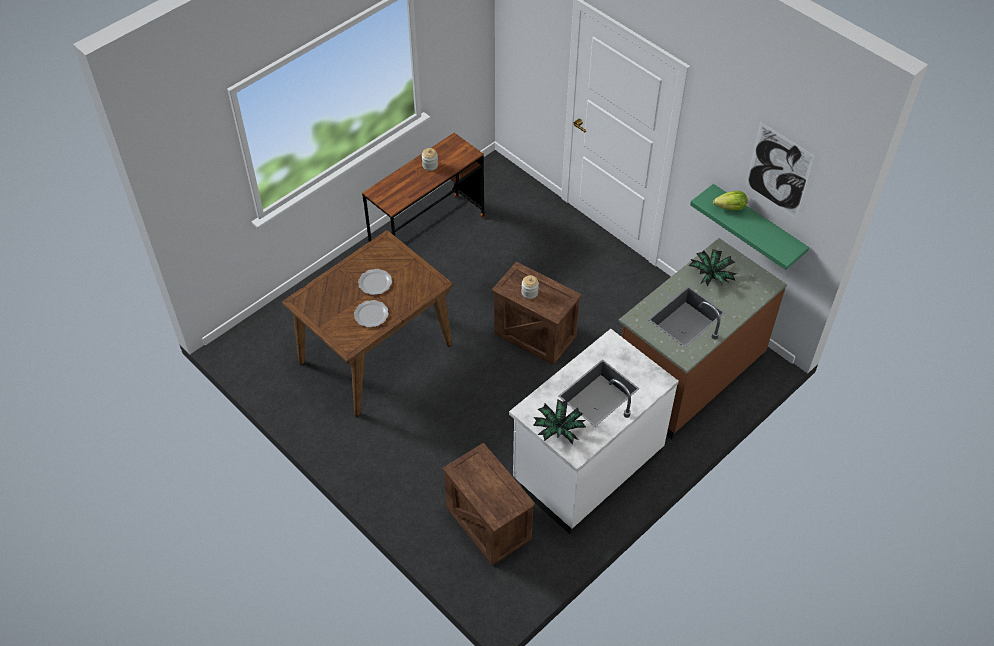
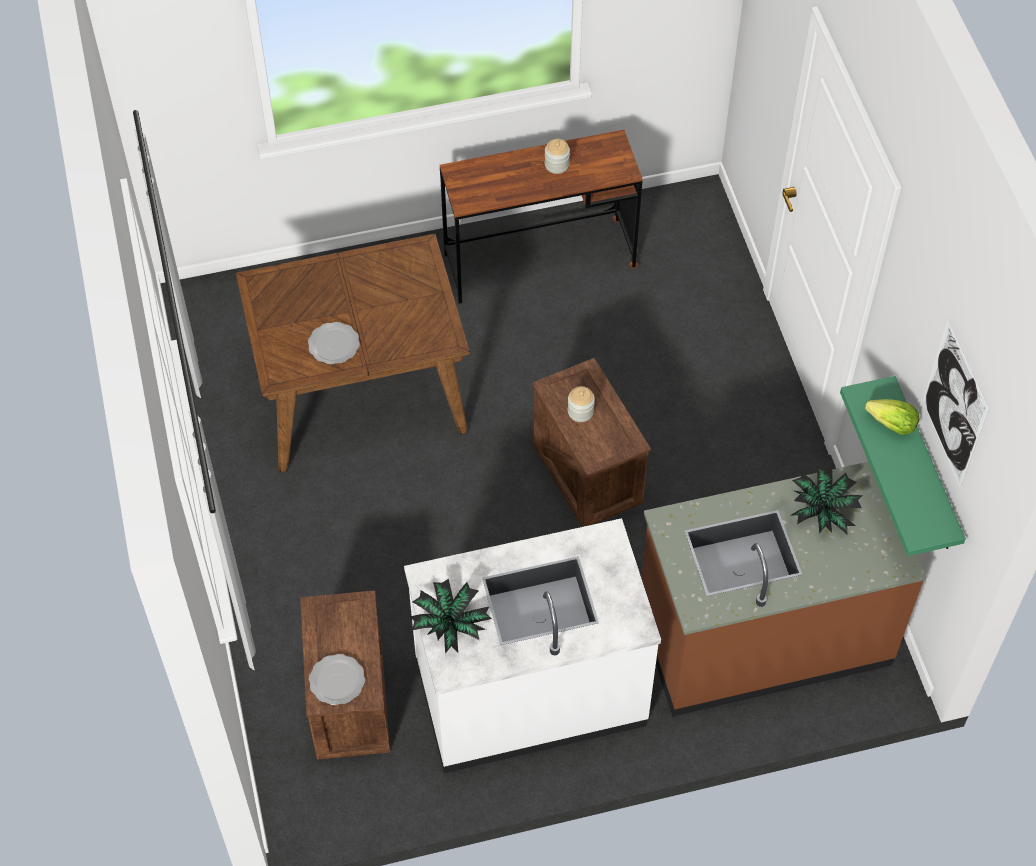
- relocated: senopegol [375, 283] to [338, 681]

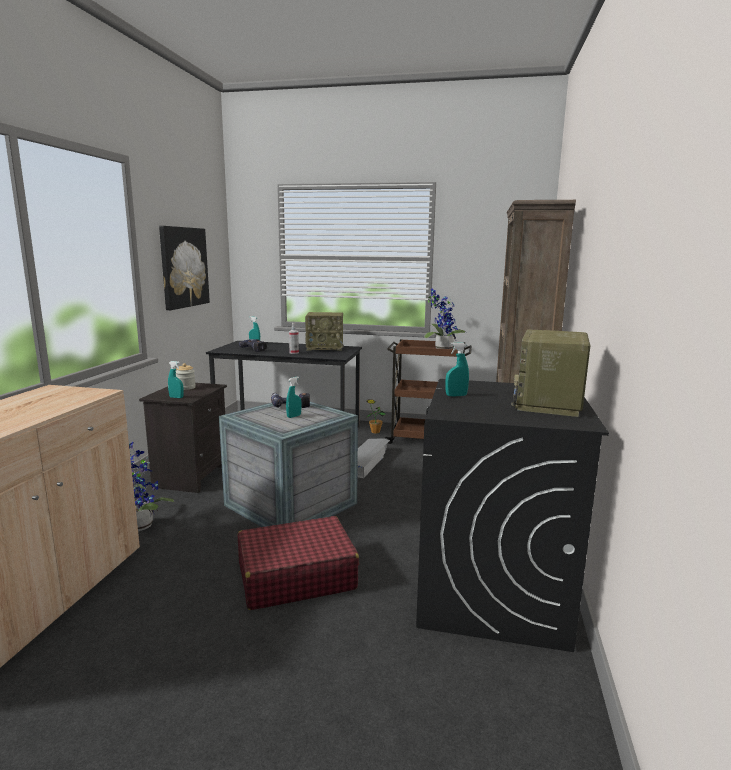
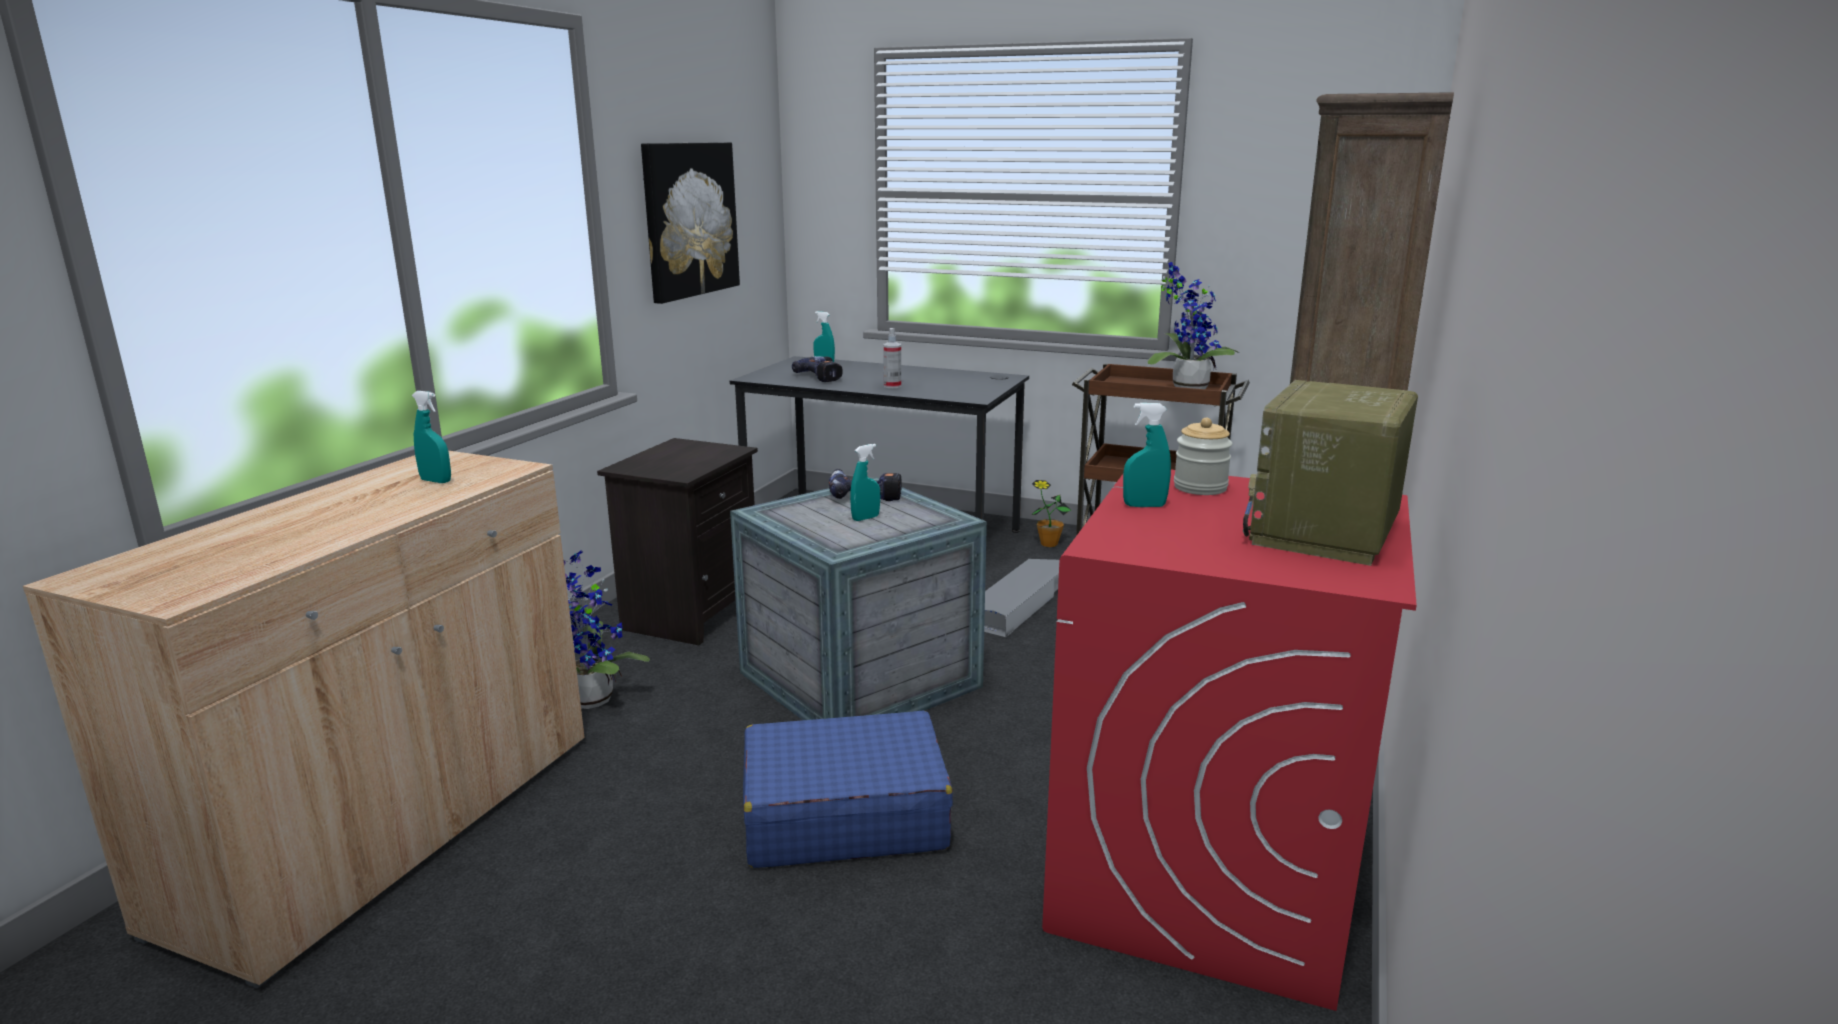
- relocated: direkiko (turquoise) [176, 397] to [436, 481]
- colour: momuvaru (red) [295, 576] to momuvaru (blue) [843, 815]
- colour: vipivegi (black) [492, 591] to vipivegi (red) [1204, 878]
- relocated: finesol [186, 387] to [1200, 487]
- missing: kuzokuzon [325, 347]

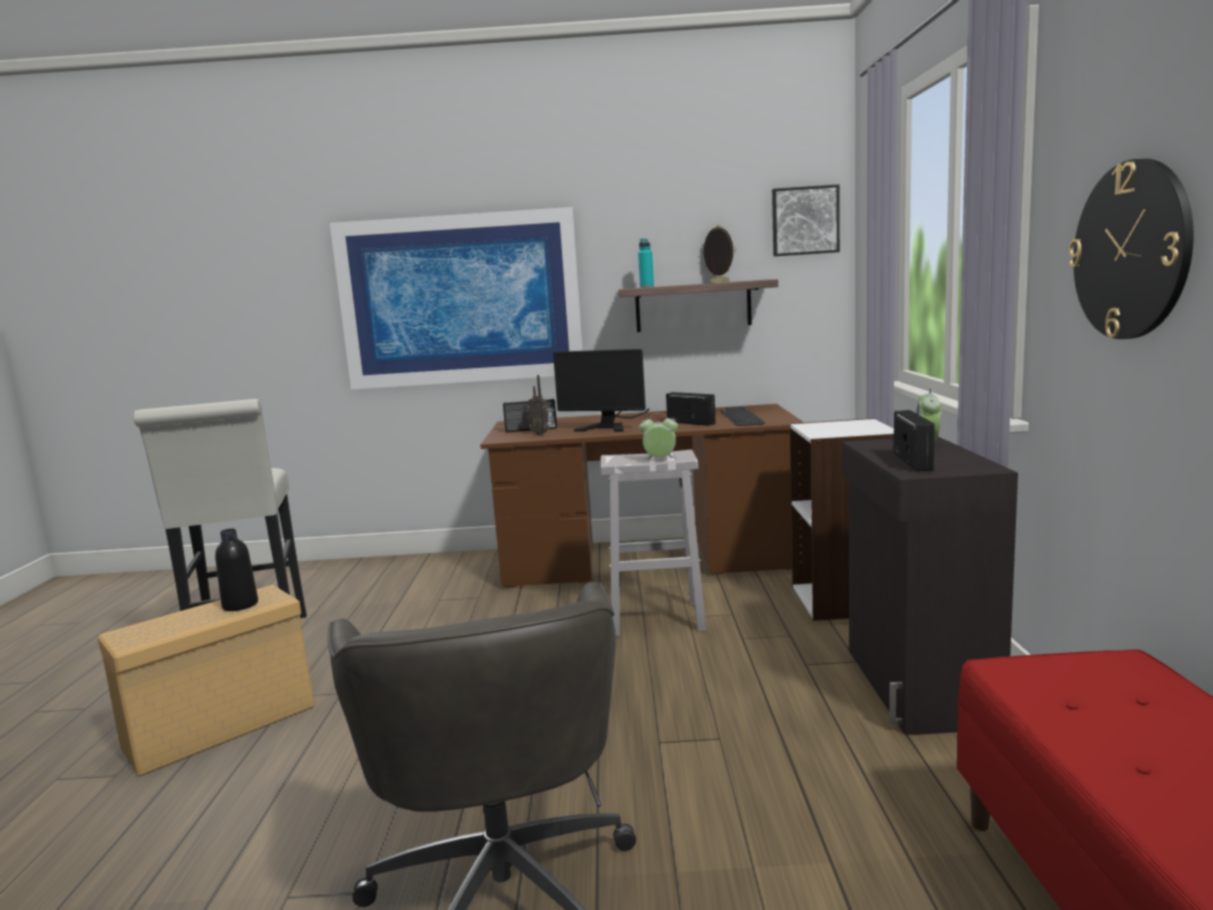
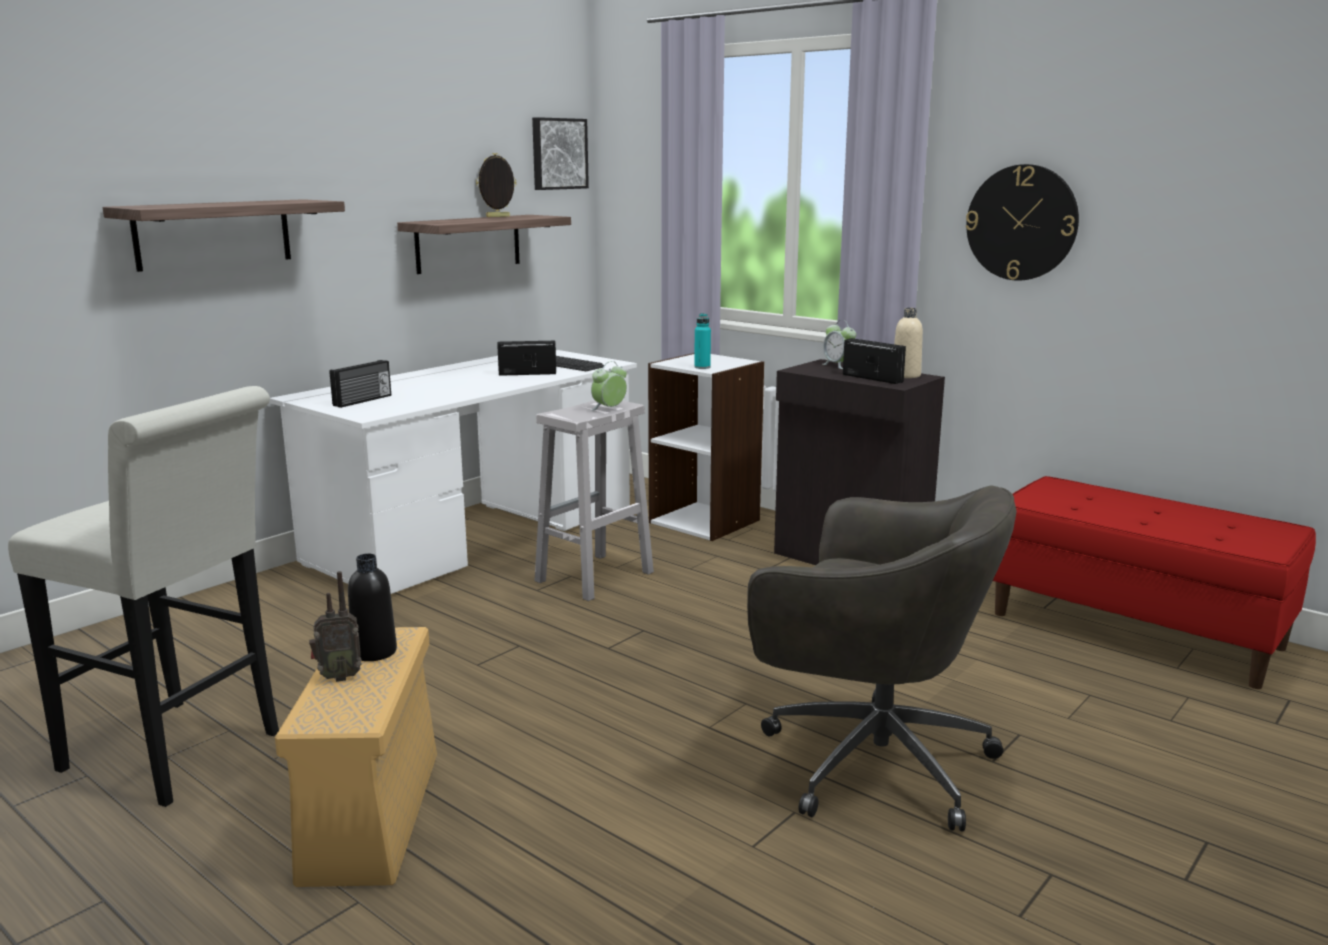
- exchanged: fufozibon [460, 300] to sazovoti [213, 234]
- colour: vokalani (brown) [647, 559] to vokalani (white) [474, 535]
- relocated: kuzokuzon [540, 433] to [338, 677]
- relocated: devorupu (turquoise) [647, 287] to [702, 367]
- appeared: devorupu (beige) [906, 375]
- missing: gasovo [610, 425]

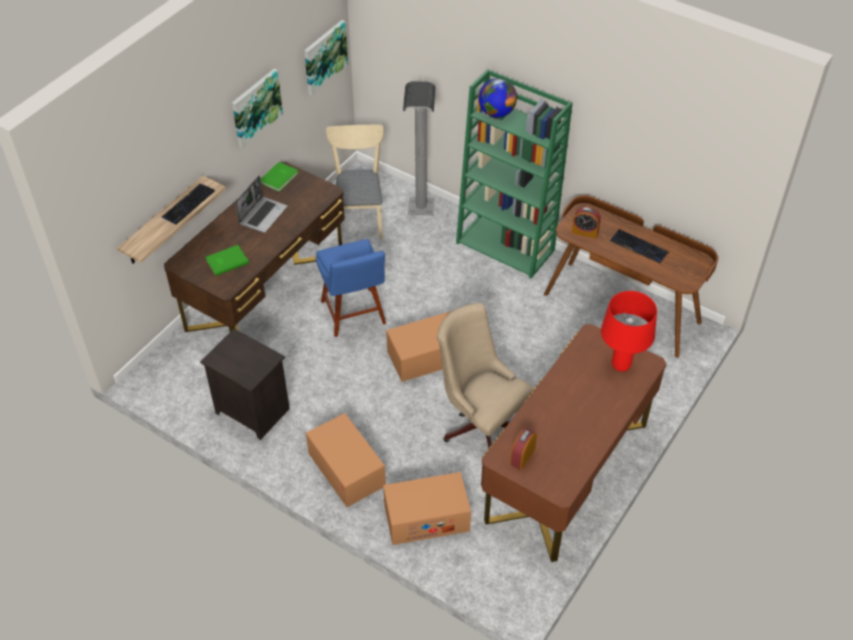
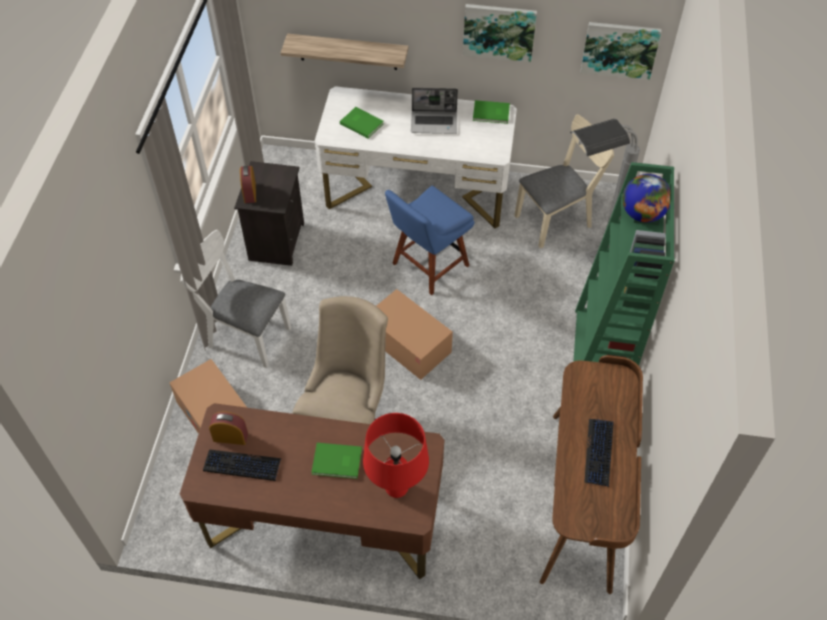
- exchanged: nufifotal [346, 469] to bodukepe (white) [244, 334]
- relocated: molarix [188, 204] to [242, 465]
- relocated: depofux [585, 232] to [250, 192]
- appeared: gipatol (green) [337, 462]
- colour: vokalani (brown) [266, 292] to vokalani (white) [416, 192]

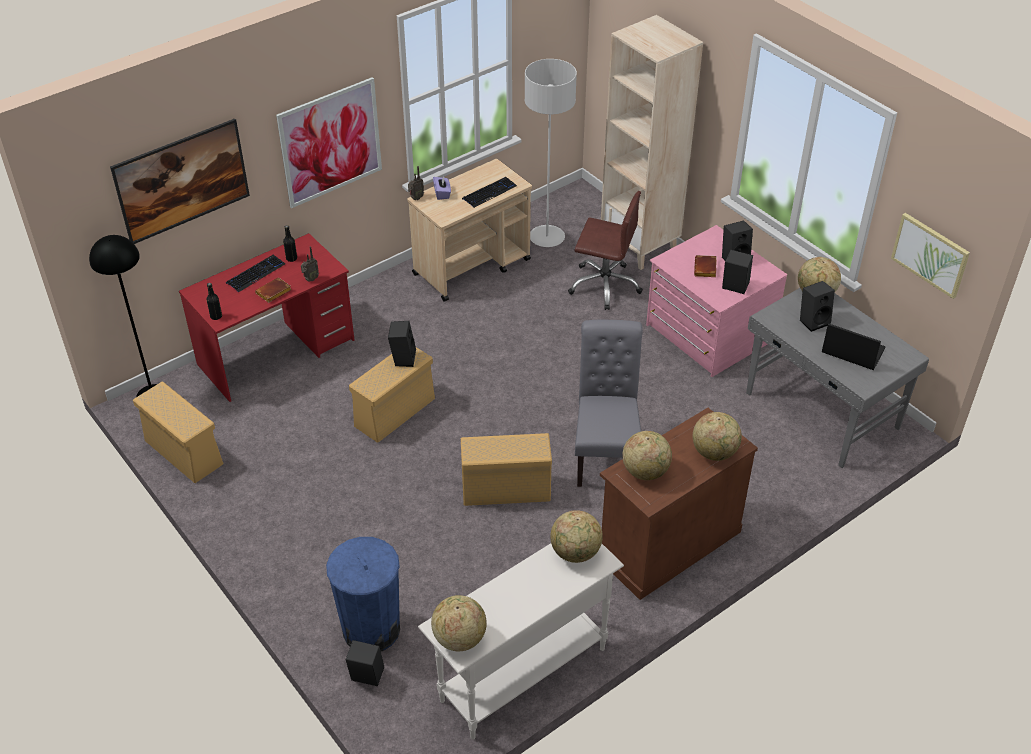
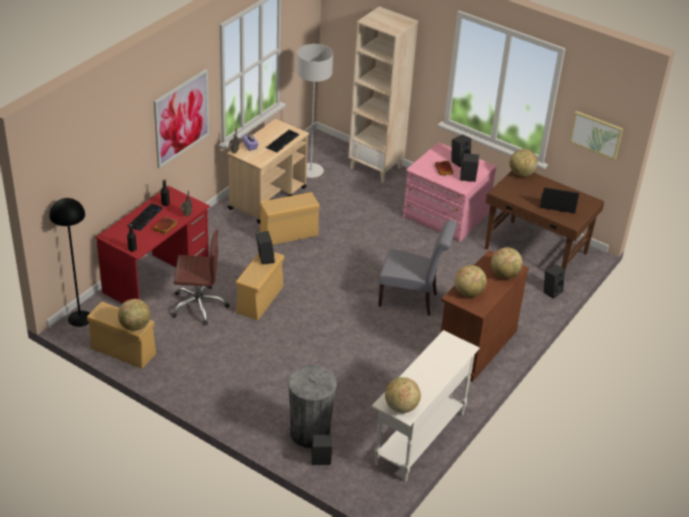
- relocated: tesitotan [575, 552] to [135, 326]
- relocated: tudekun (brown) [604, 285] to [199, 305]
- relocated: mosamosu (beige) [507, 490] to [290, 234]
- colour: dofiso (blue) [371, 629] to dofiso (grey) [309, 433]
- spun: bodukepe (grey) [605, 453] = [412, 300] 120 degrees clockwise
- colour: vokalani (grey) [821, 412] to vokalani (brown) [535, 252]
- relocated: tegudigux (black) [813, 321] to [551, 291]
- missing: fufozibon [186, 200]

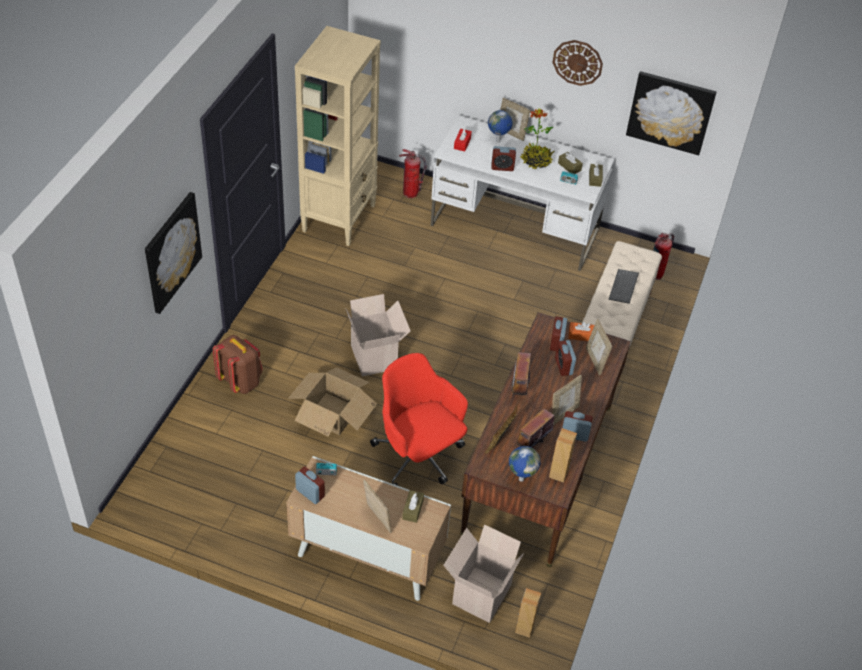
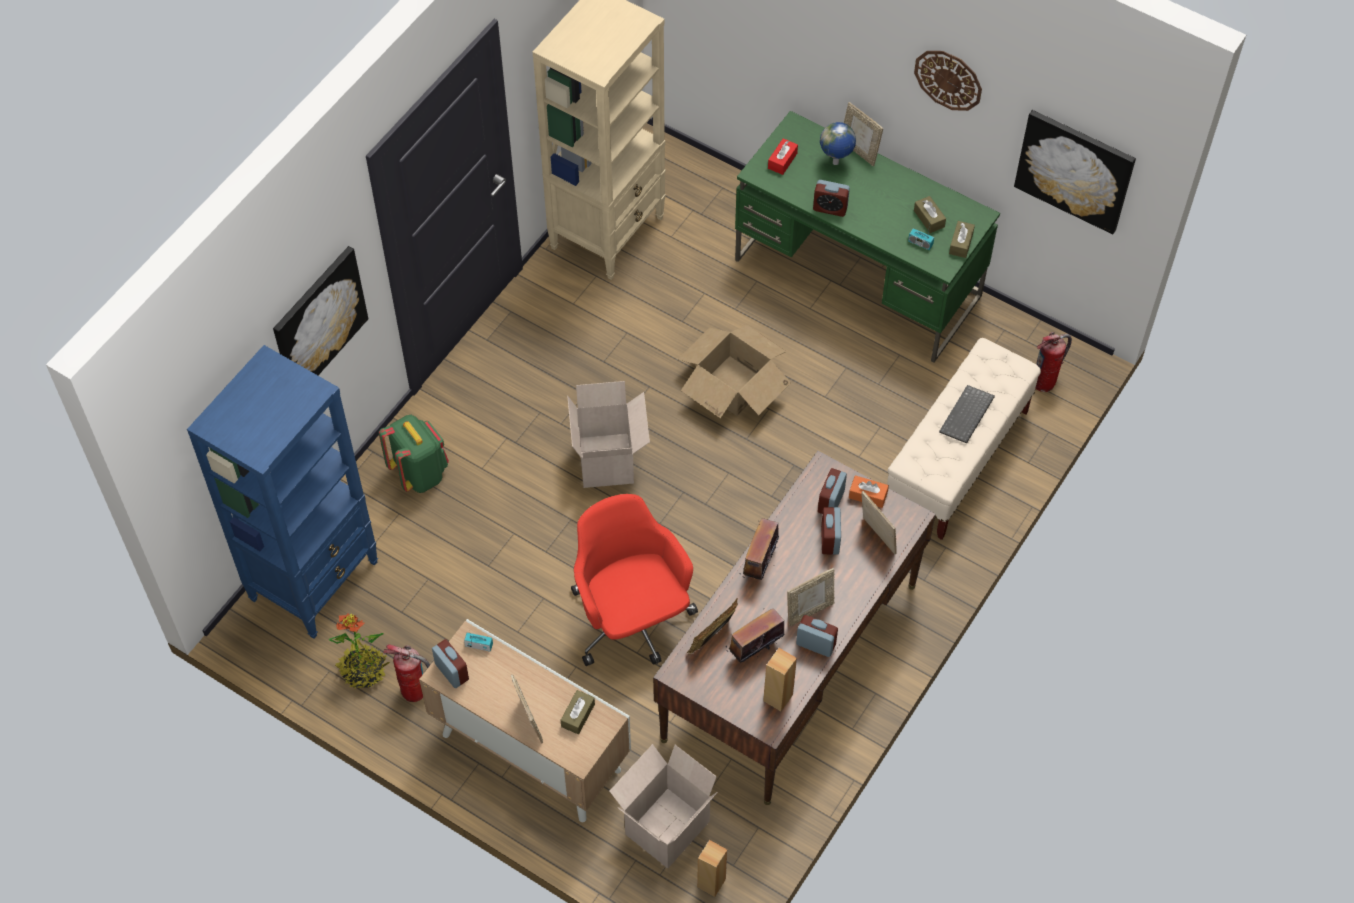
- appeared: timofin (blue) [315, 580]
- relocated: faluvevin [536, 161] to [363, 670]
- colour: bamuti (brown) [241, 381] to bamuti (green) [419, 473]
- relocated: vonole [410, 193] to [414, 691]
- relocated: nufifotal [333, 413] to [733, 385]
- colour: vokalani (white) [515, 227] to vokalani (green) [858, 279]
- spun: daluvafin [595, 361] = [876, 537] 150 degrees clockwise
- missing: tesitotan [521, 479]

